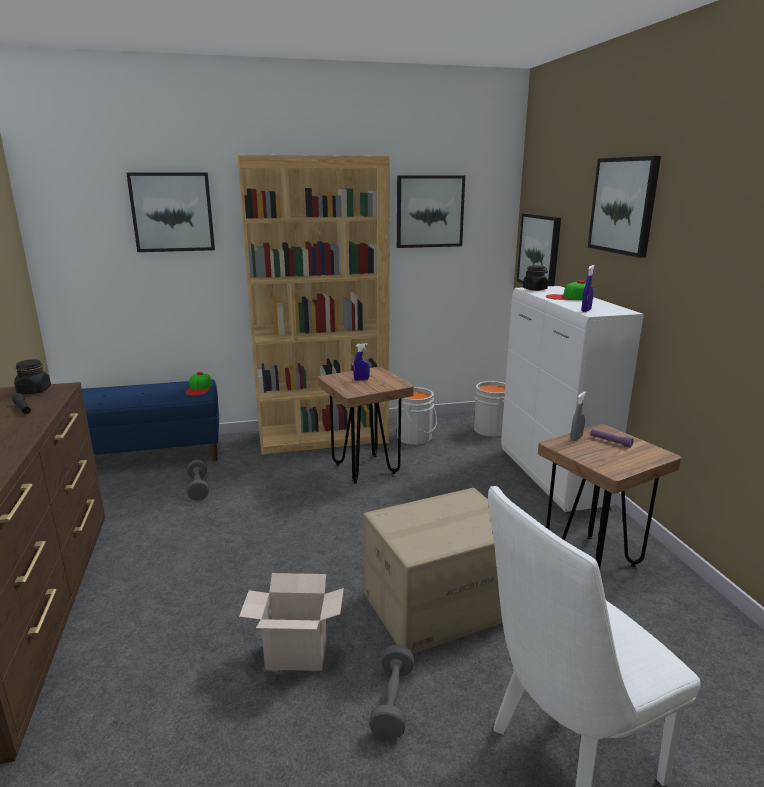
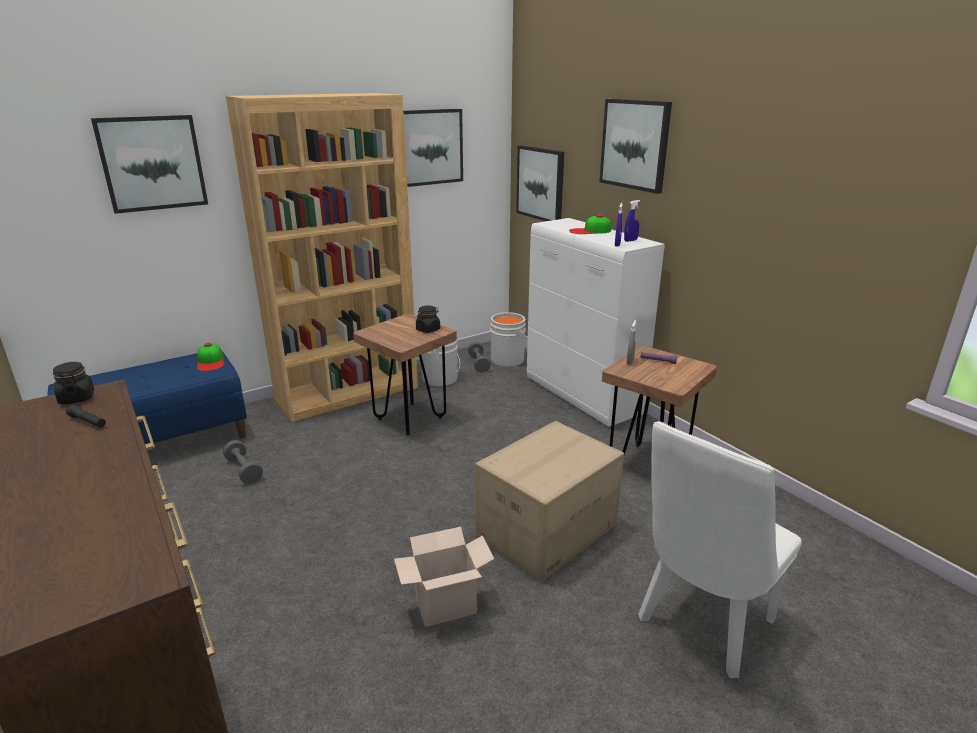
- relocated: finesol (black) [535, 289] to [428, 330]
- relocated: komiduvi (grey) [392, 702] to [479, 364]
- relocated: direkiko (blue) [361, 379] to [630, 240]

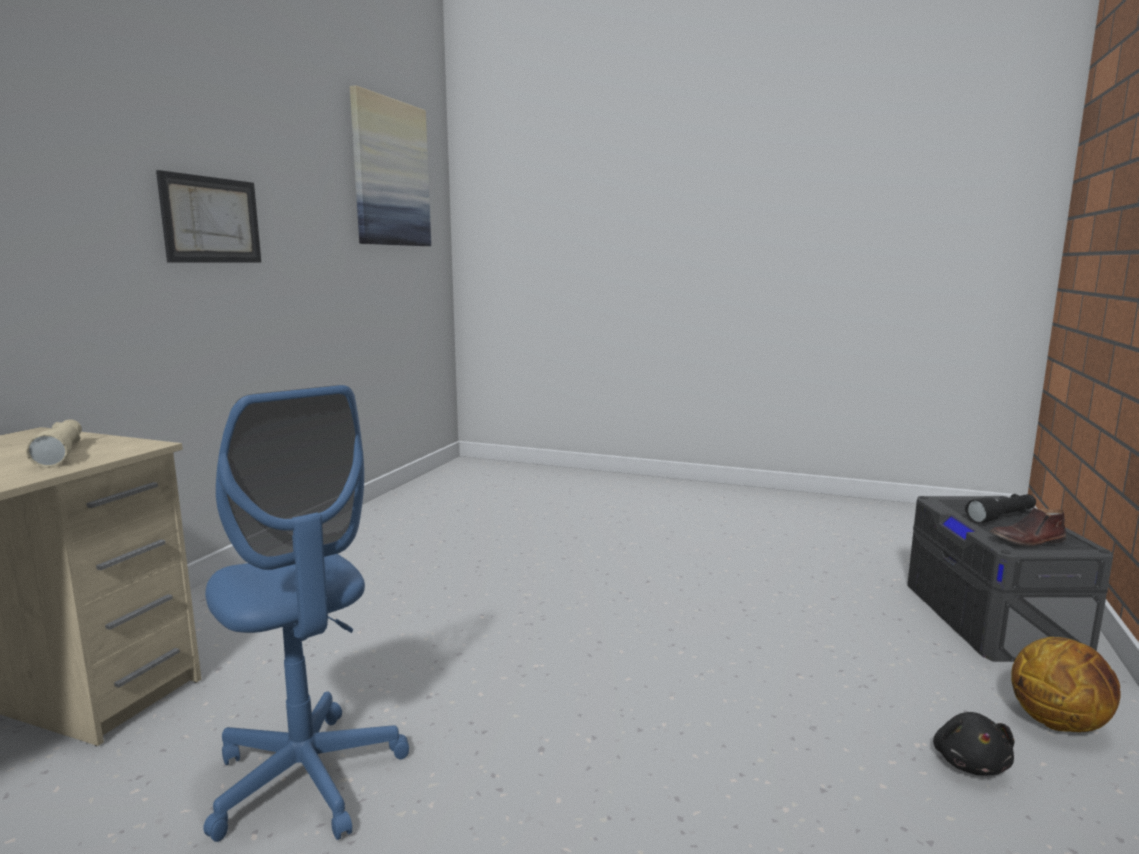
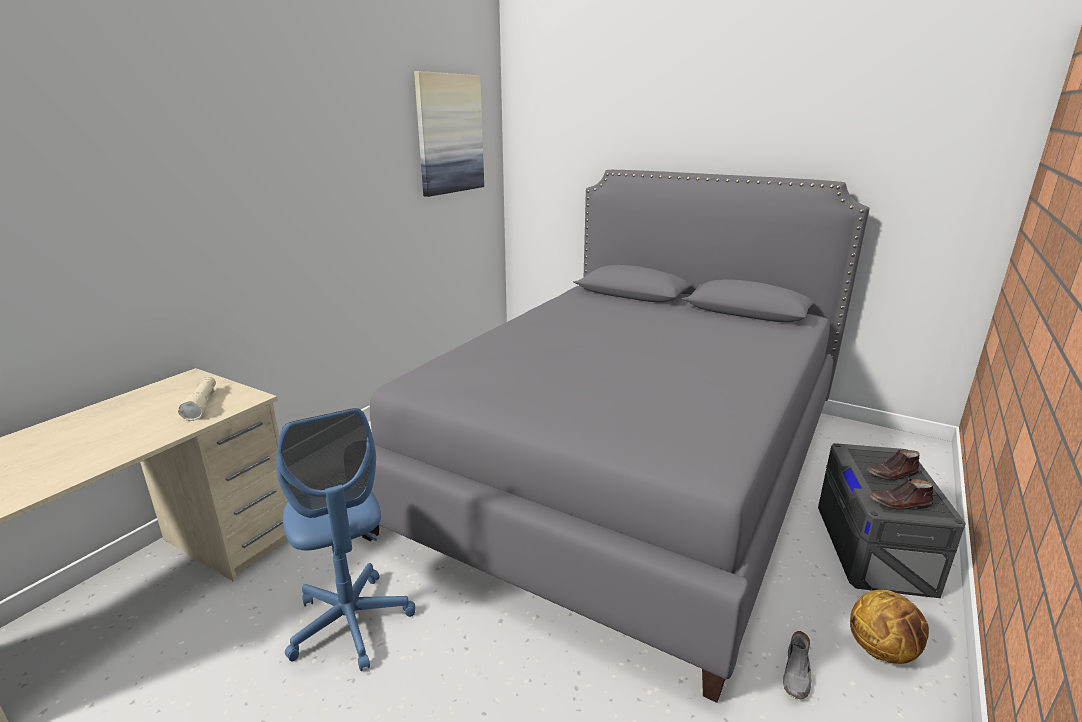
- appeared: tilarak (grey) [628, 467]
- exchanged: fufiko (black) [970, 763] to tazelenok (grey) [797, 675]
- exchanged: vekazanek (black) [1002, 517] to tazelenok (brown) [892, 474]
- missing: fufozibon [211, 220]

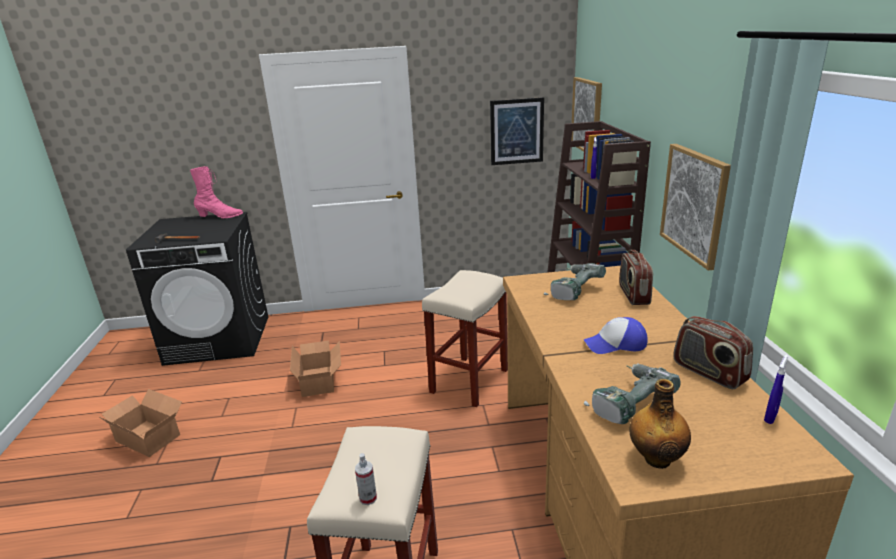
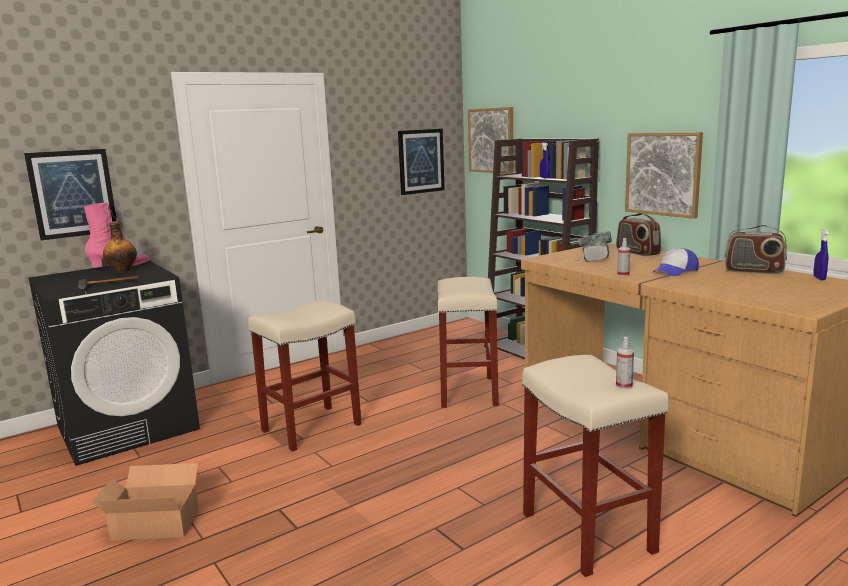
- appeared: fufozibon [72, 193]
- relocated: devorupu [656, 458] to [123, 271]
- exchanged: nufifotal [320, 380] to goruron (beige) [312, 427]
- appeared: direkiko [623, 275]
- missing: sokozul [628, 403]

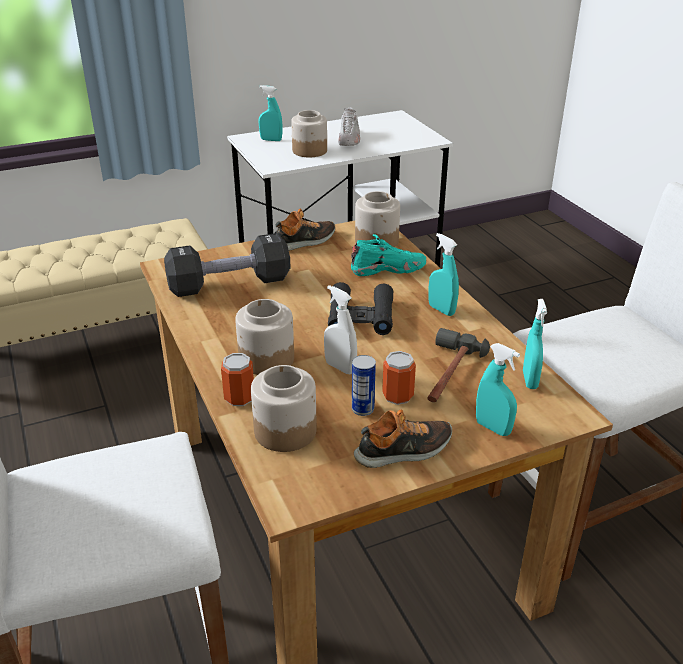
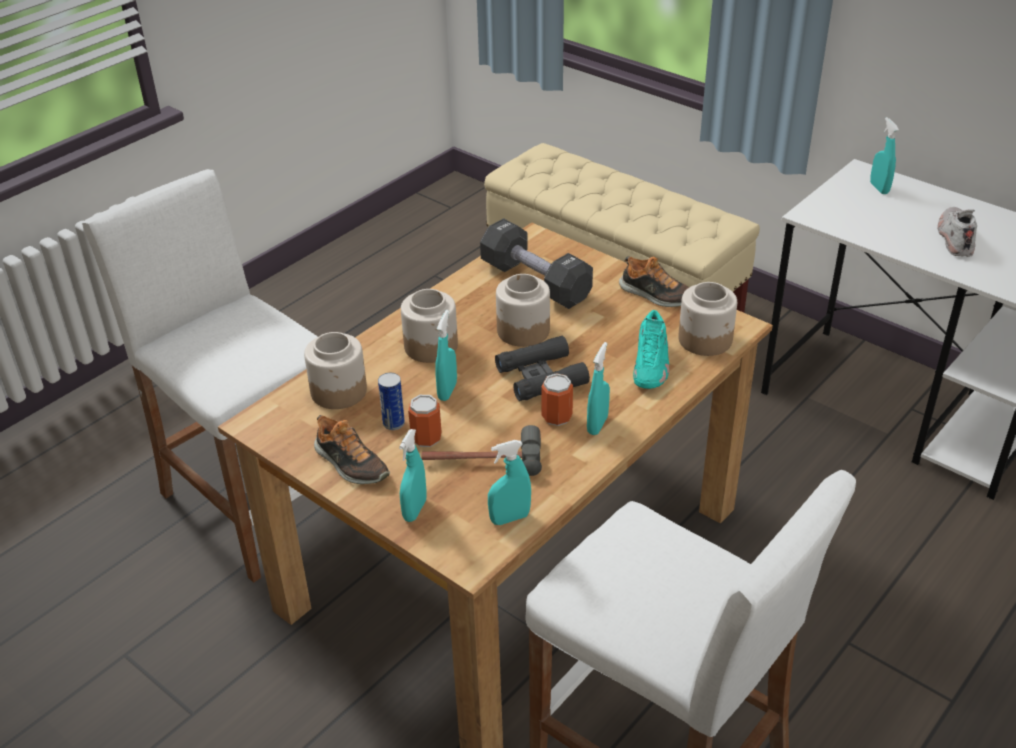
- colour: direkiko (white) [340, 367] to direkiko (turquoise) [447, 391]
- relocated: finesol [309, 151] to [523, 330]
- relocated: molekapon [239, 398] to [557, 417]
- spun: tazelenok (turquoise) [388, 268] = [651, 365] 45 degrees clockwise
- spun: tazelenok (white) [349, 139] = [954, 237] 120 degrees clockwise

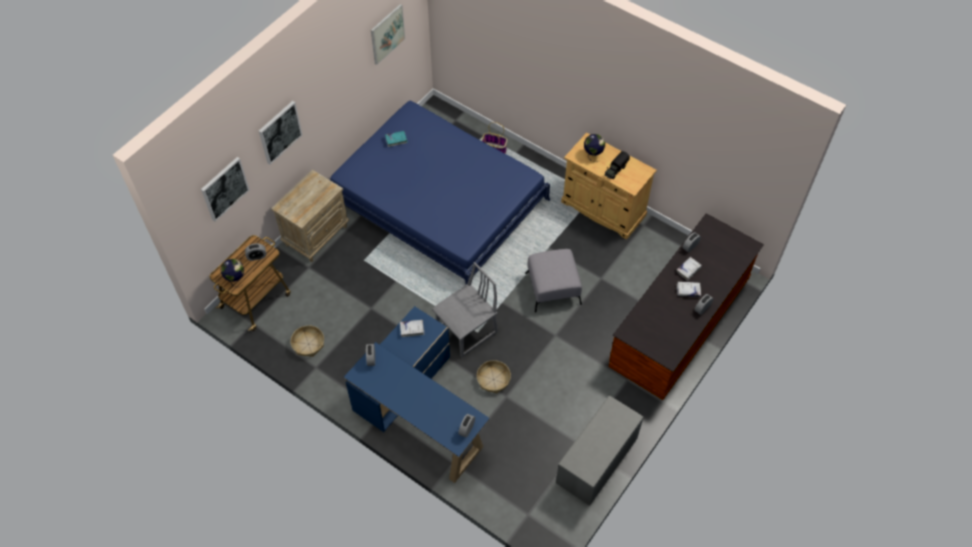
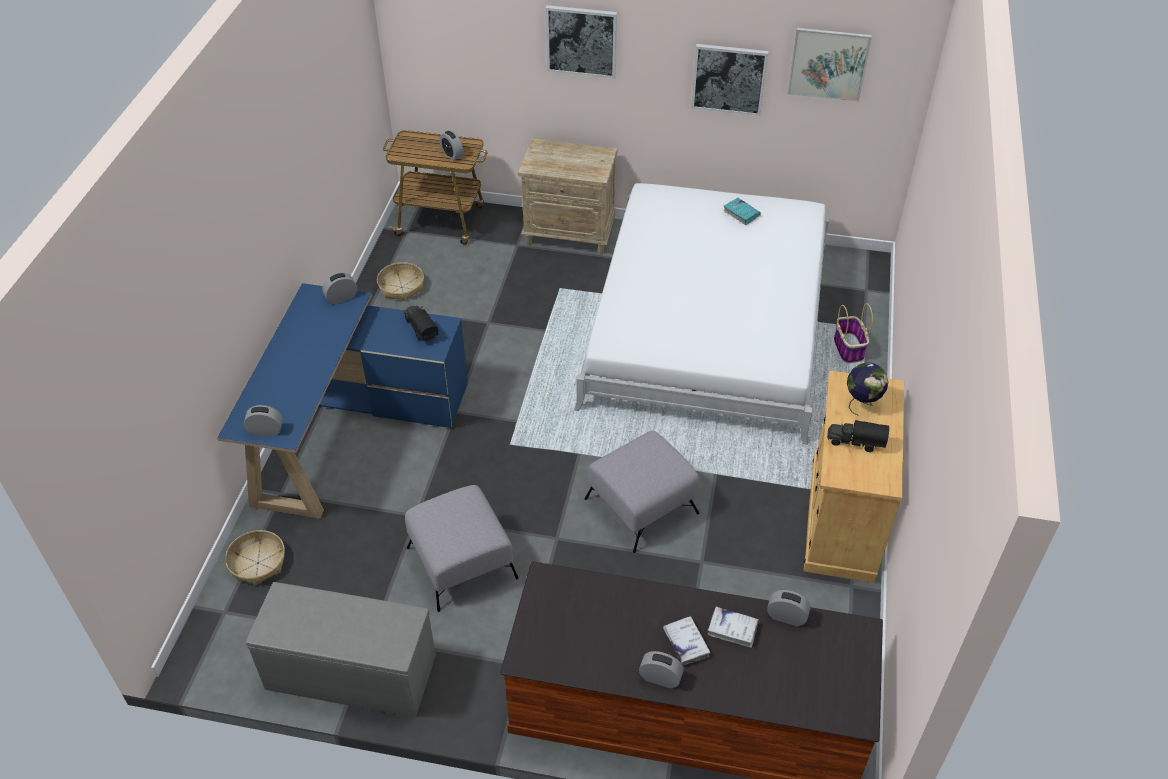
- relocated: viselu [493, 379] to [257, 563]
- exchanged: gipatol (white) [412, 329] to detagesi [420, 329]
- appeared: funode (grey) [462, 563]
- colour: tilarak (blue) [438, 201] to tilarak (white) [708, 323]
- relocated: fufozibon [224, 188] to [729, 79]
- missing: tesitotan [236, 279]
- missing: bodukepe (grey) [467, 331]

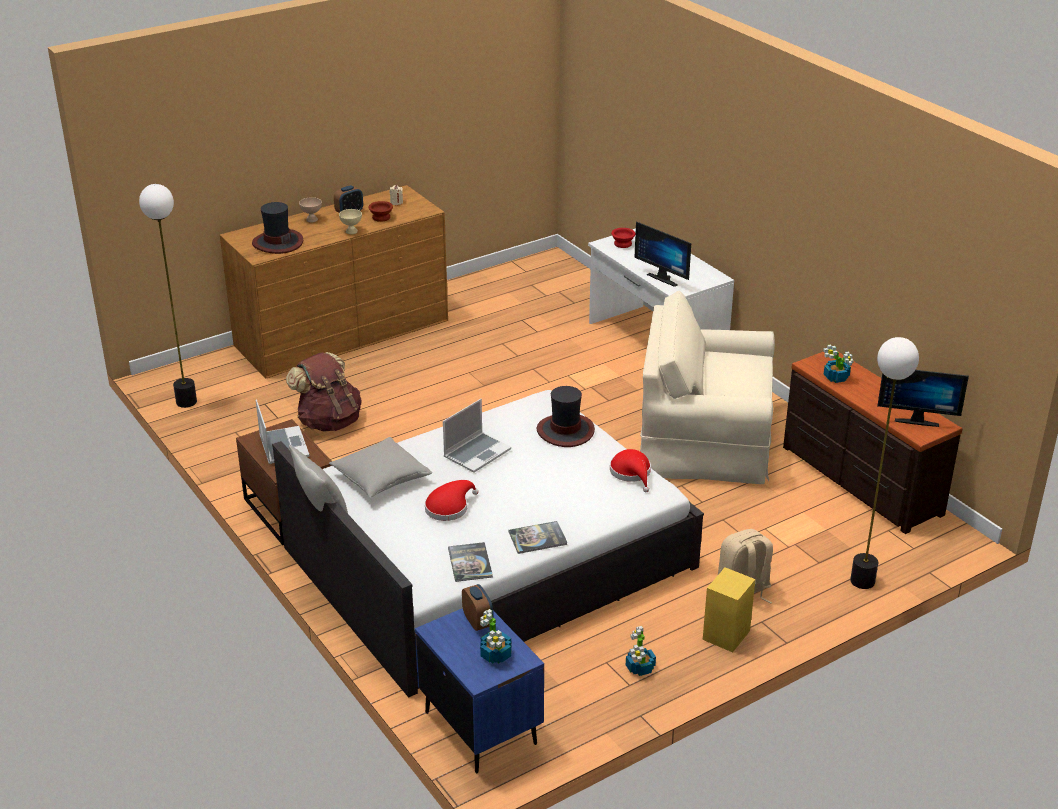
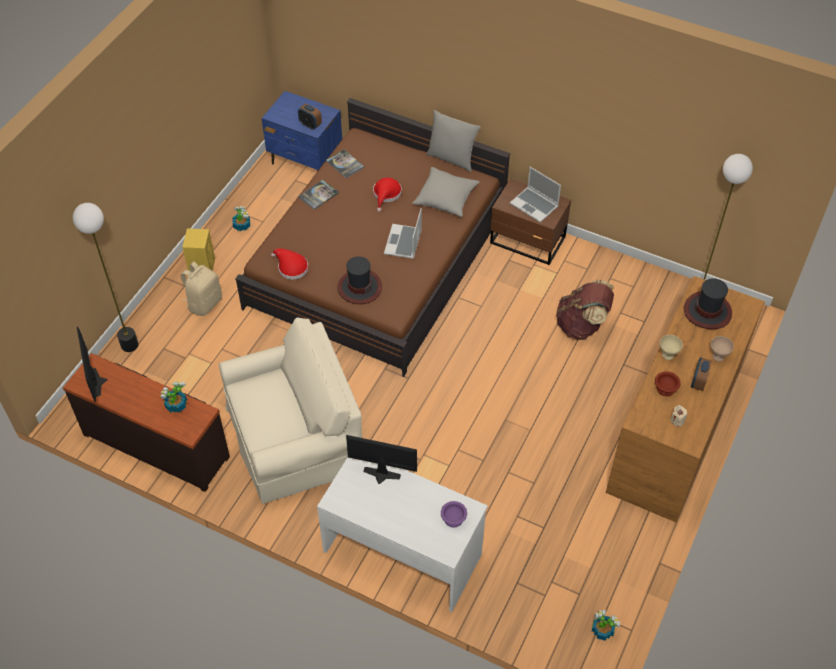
- spun: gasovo [916, 419] = [99, 381] 90 degrees counterclockwise
- colour: tilarak (white) [488, 557] to tilarak (brown) [378, 260]
- colour: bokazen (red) [623, 244] to bokazen (purple) [453, 518]
- relocated: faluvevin [496, 655] to [602, 630]

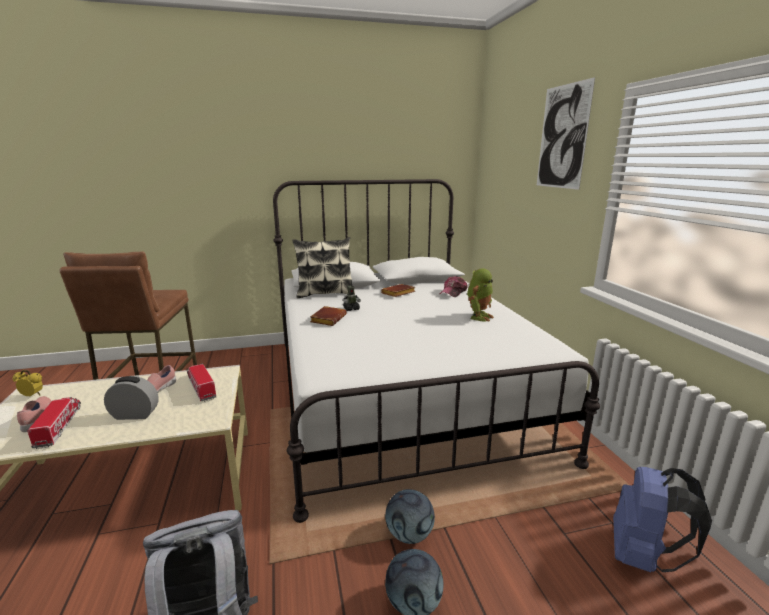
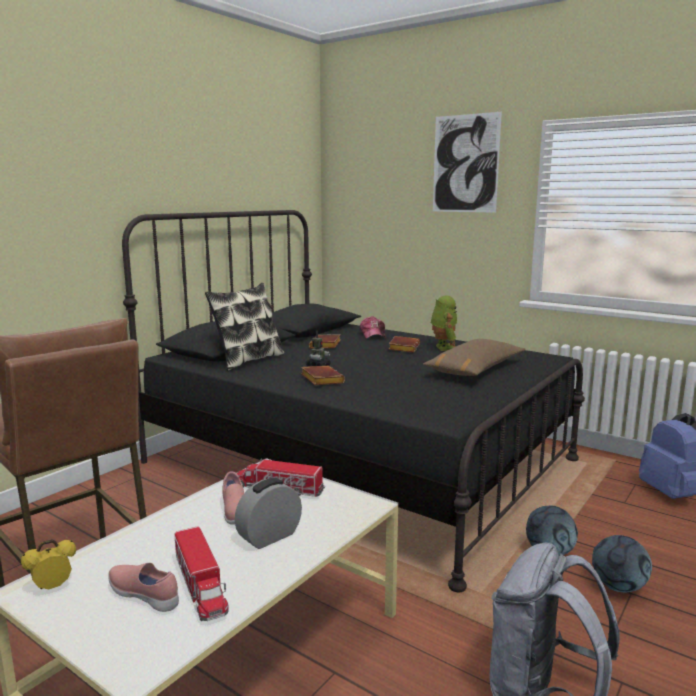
- colour: tilarak (white) [398, 391] to tilarak (black) [358, 461]
- spun: detagesi [59, 426] = [201, 586] 150 degrees counterclockwise
- appeared: gipatol (brown) [403, 348]
- appeared: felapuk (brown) [475, 369]

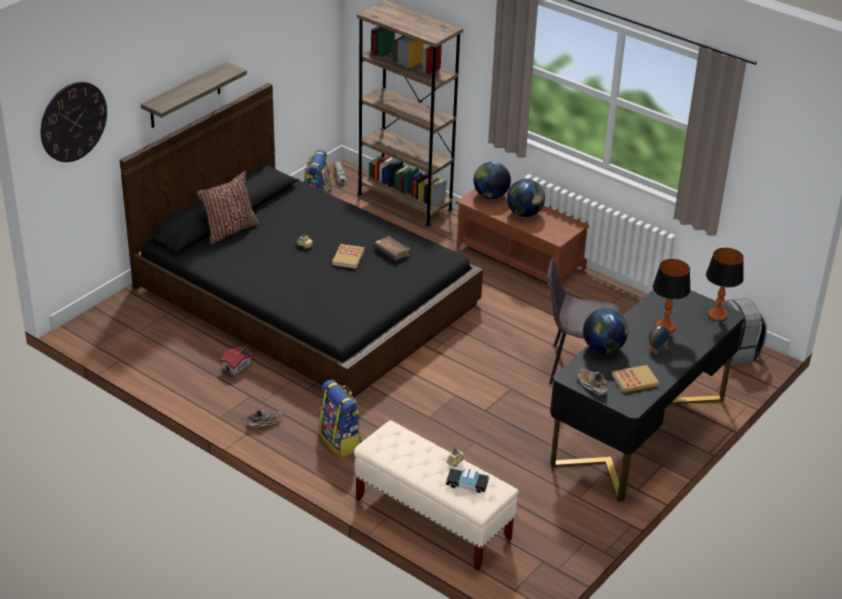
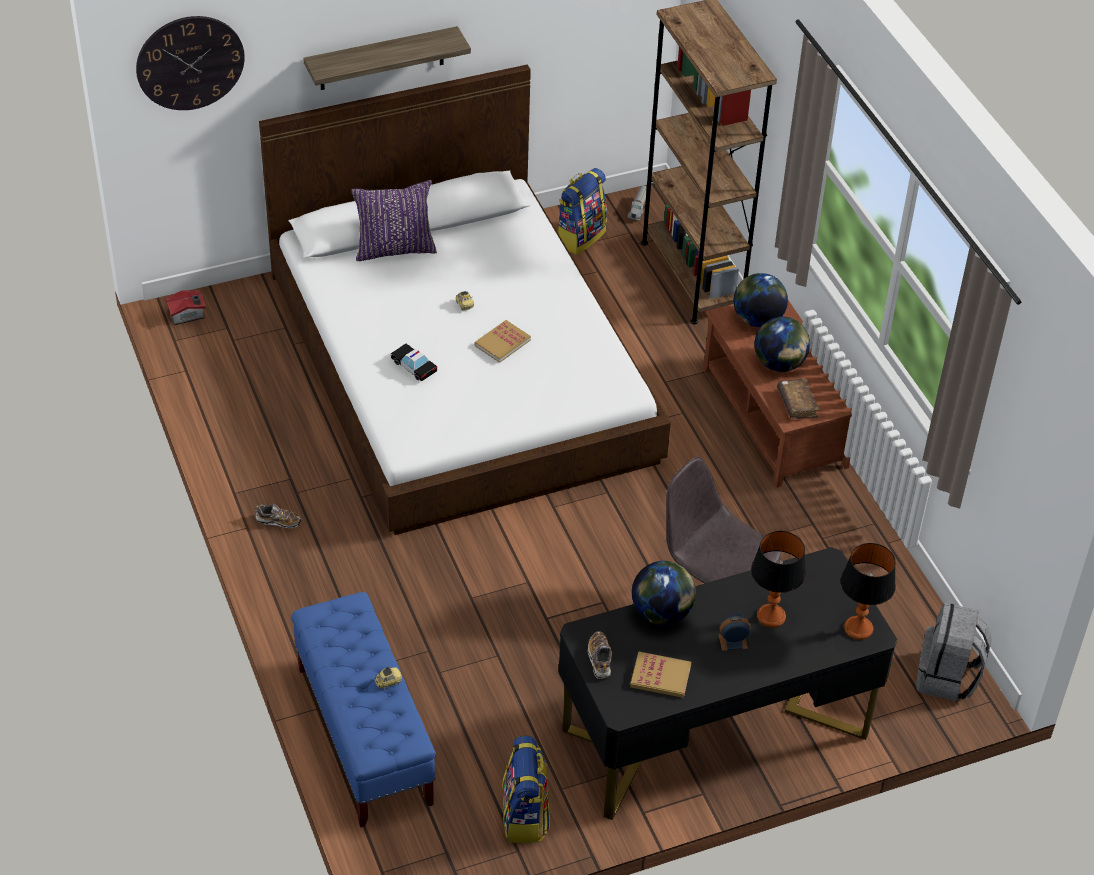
- relocated: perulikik [238, 367] to [188, 315]
- colour: tilarak (black) [305, 295] to tilarak (white) [461, 365]
- colour: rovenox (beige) [432, 519] to rovenox (blue) [364, 735]
- colour: felapuk (brown) [229, 230] to felapuk (purple) [394, 248]
- relocated: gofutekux [467, 484] to [414, 366]
- relocated: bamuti [340, 441] to [525, 817]
- relocated: gipatol (brown) [391, 252] to [797, 404]

